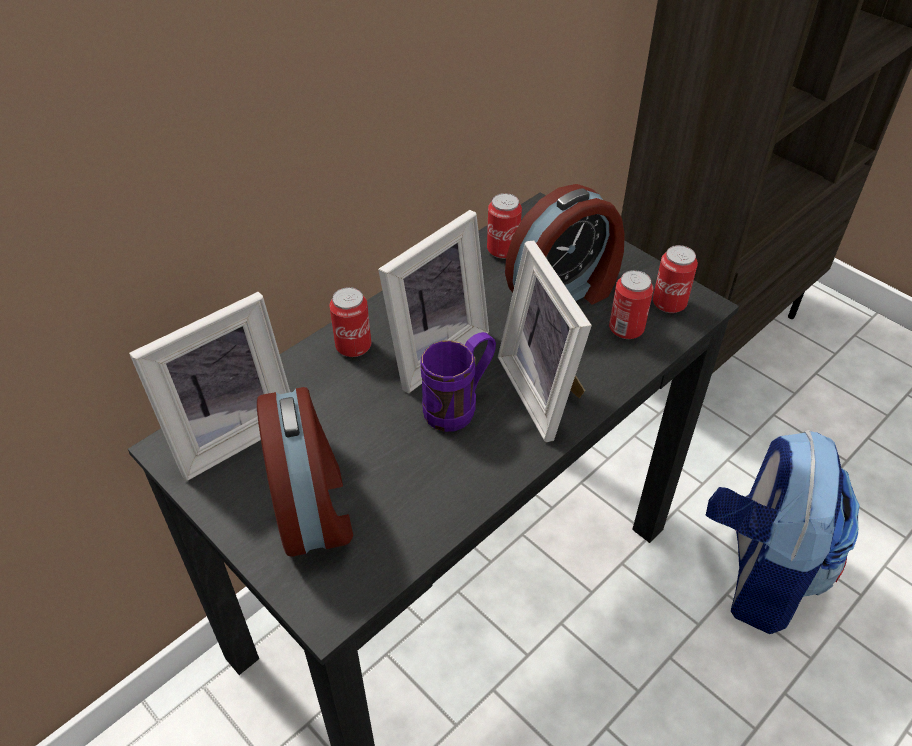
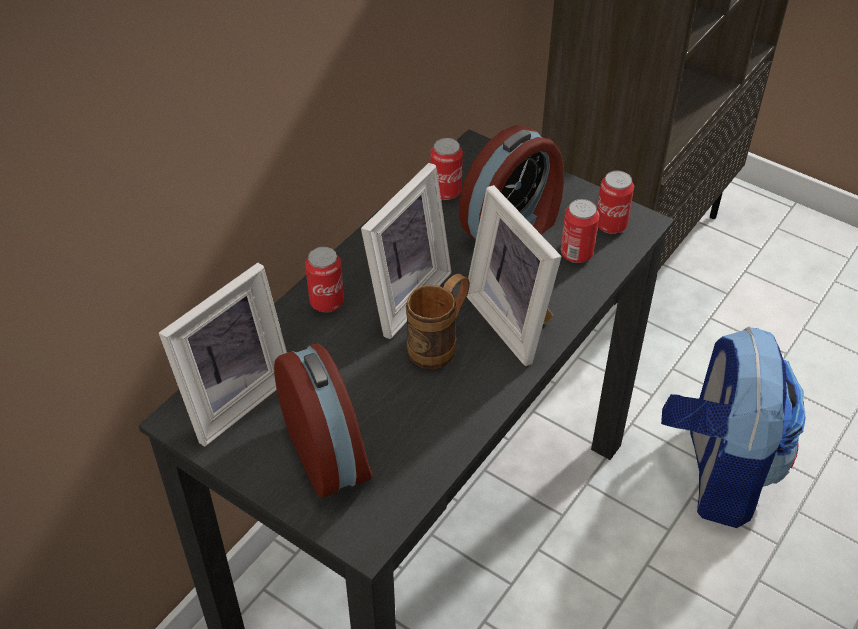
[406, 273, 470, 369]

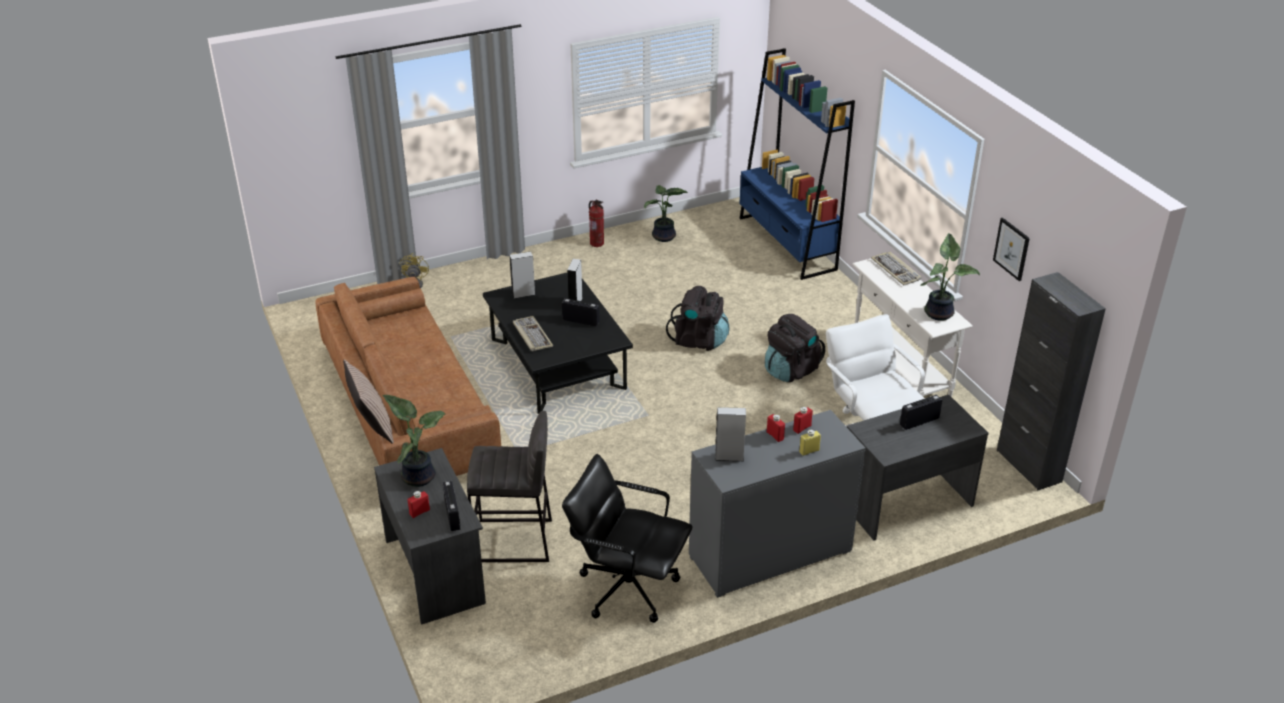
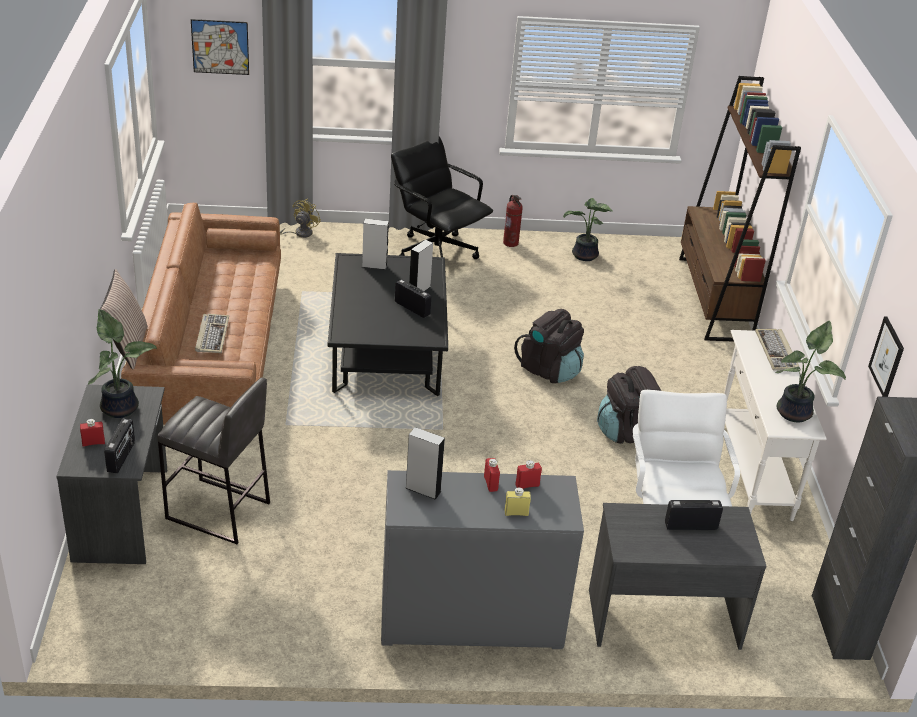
[195, 314, 229, 353]
[391, 136, 493, 273]
[679, 76, 801, 342]
[191, 19, 249, 75]

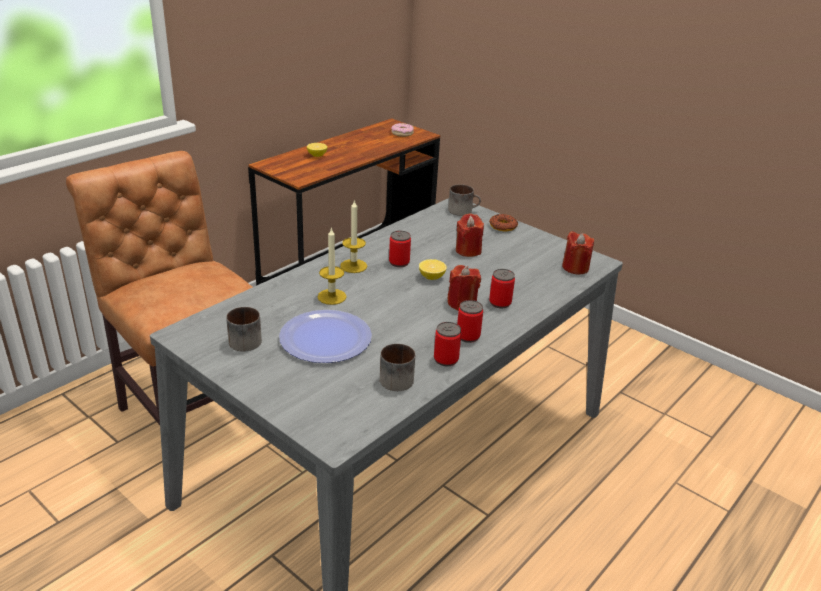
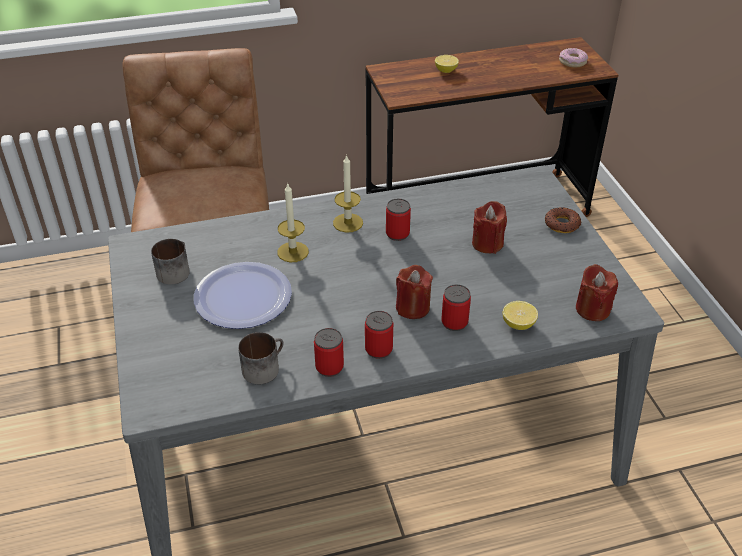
[503, 301, 538, 330]
[448, 184, 481, 216] (first image)

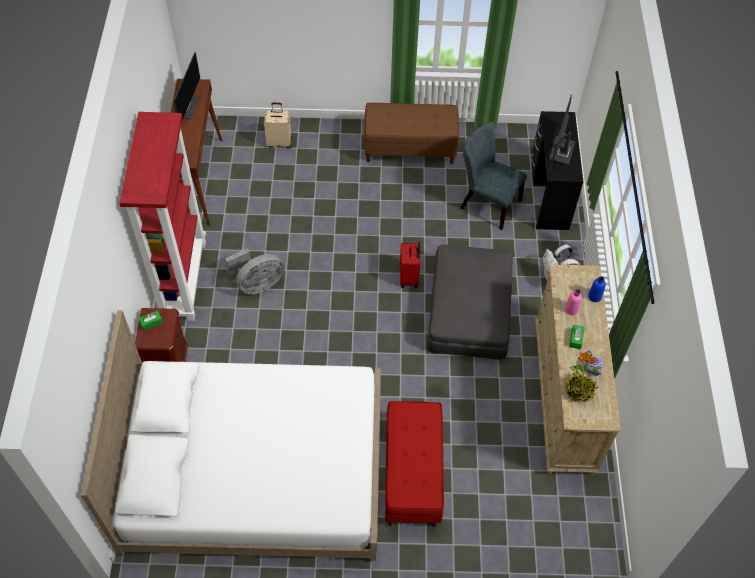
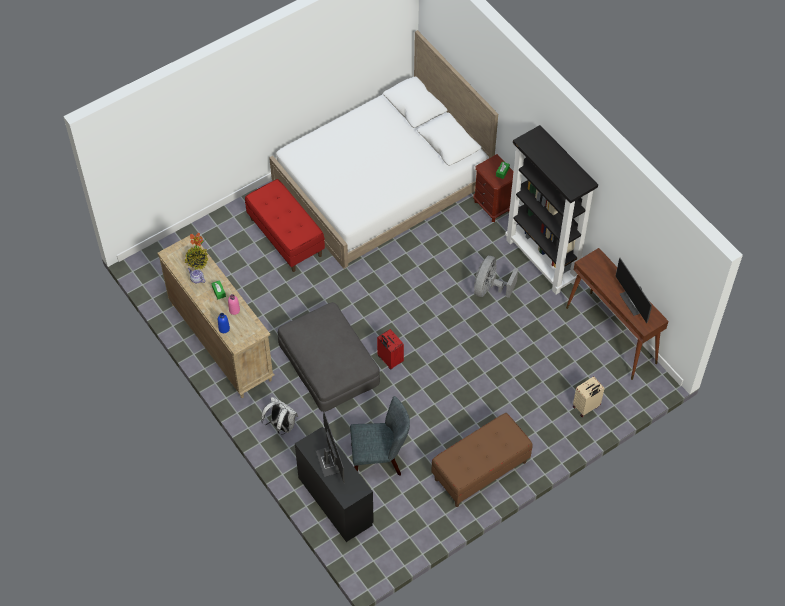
[505, 125, 598, 294]

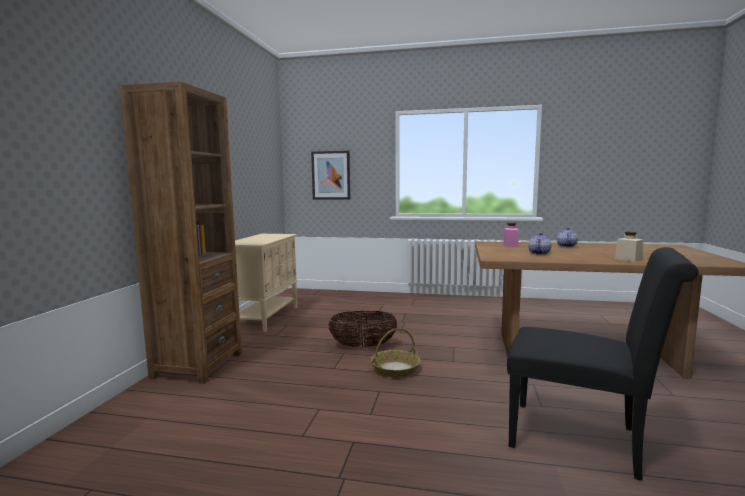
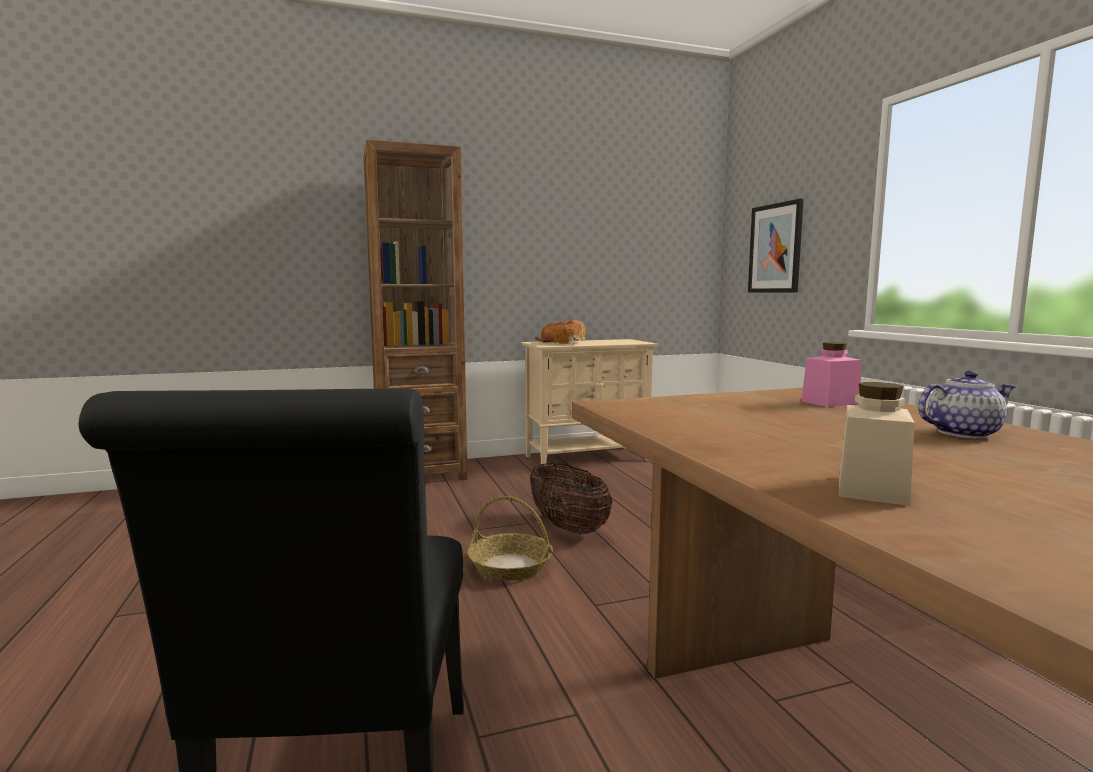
[528, 233, 551, 255] (first image)
[535, 320, 586, 344]

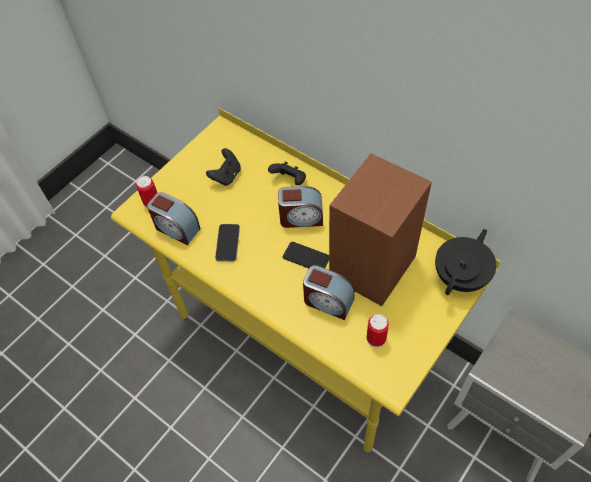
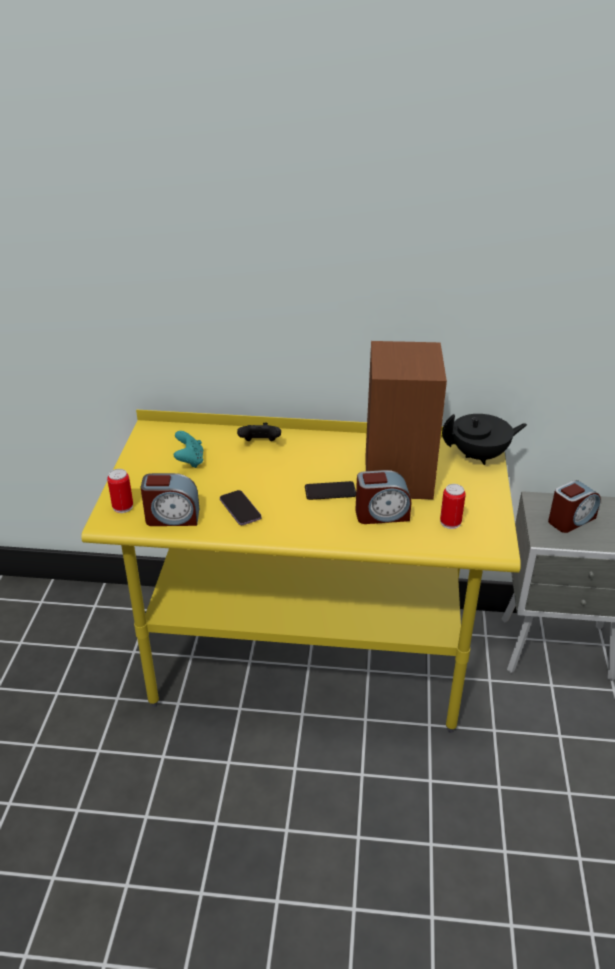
[173, 431, 203, 468]
[548, 480, 601, 533]
[442, 414, 527, 465]

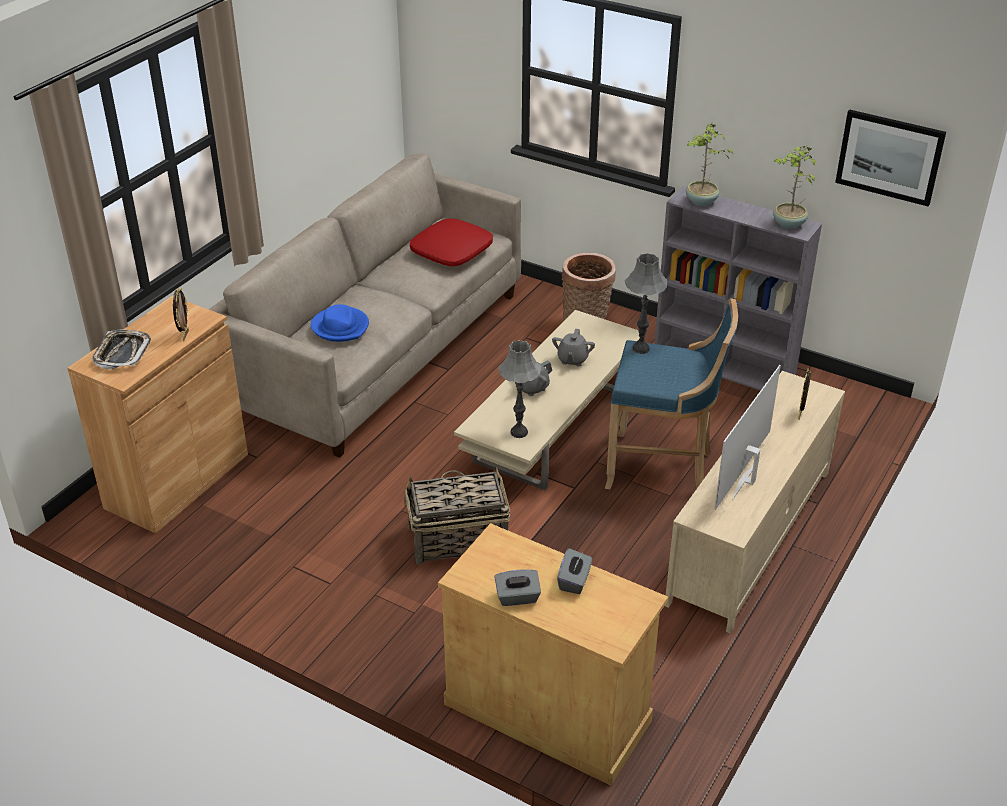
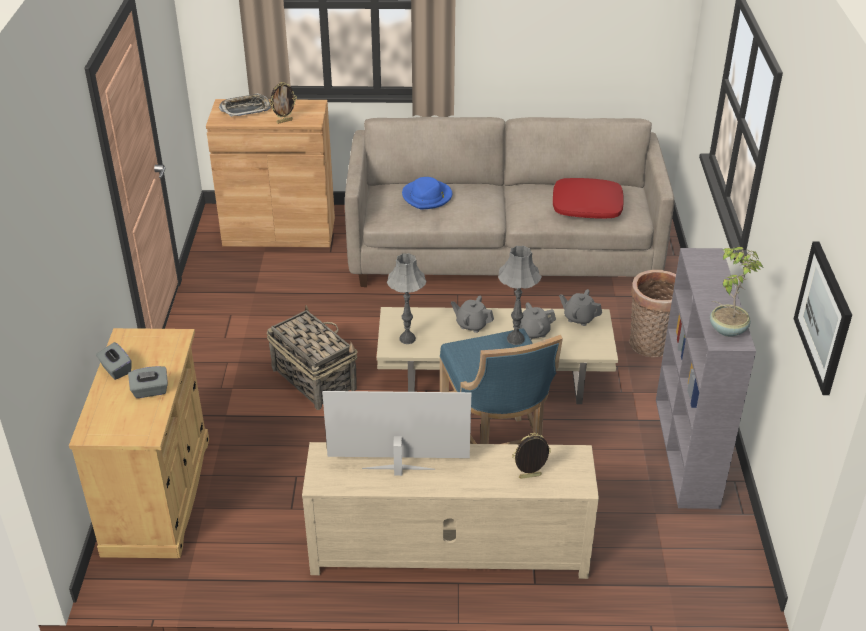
[686, 123, 734, 206] (first image)
[559, 289, 602, 326]

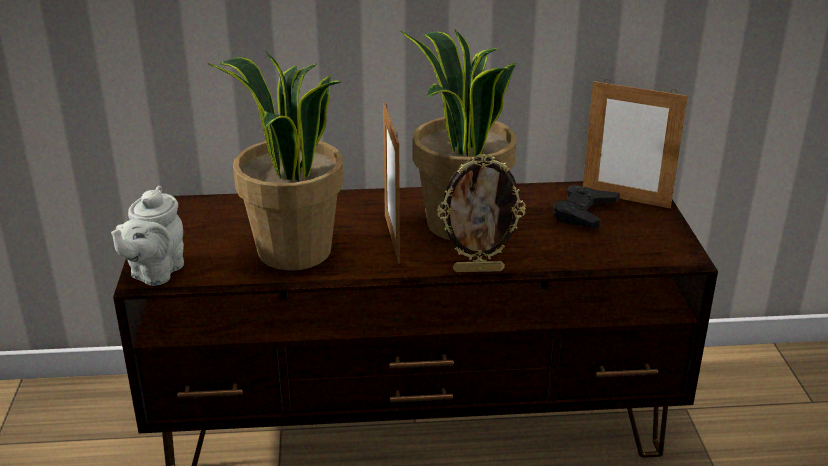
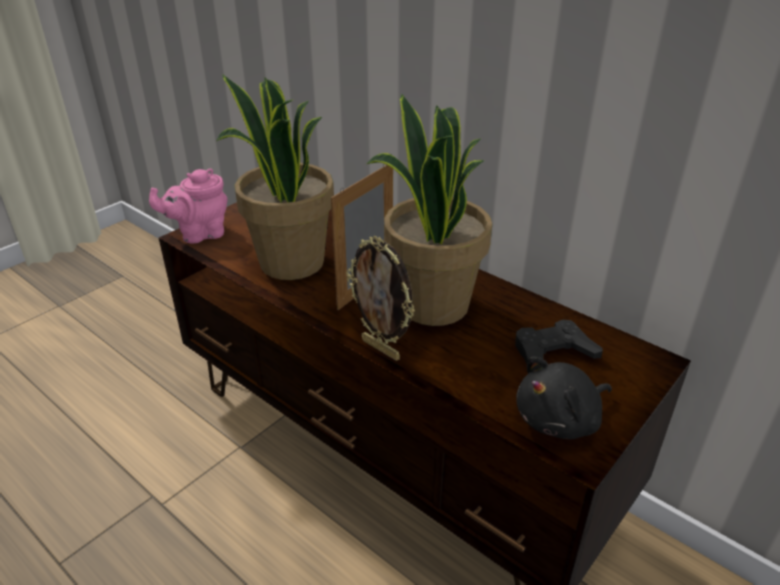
[149, 169, 228, 243]
[583, 79, 688, 209] (first image)
[516, 356, 612, 439]

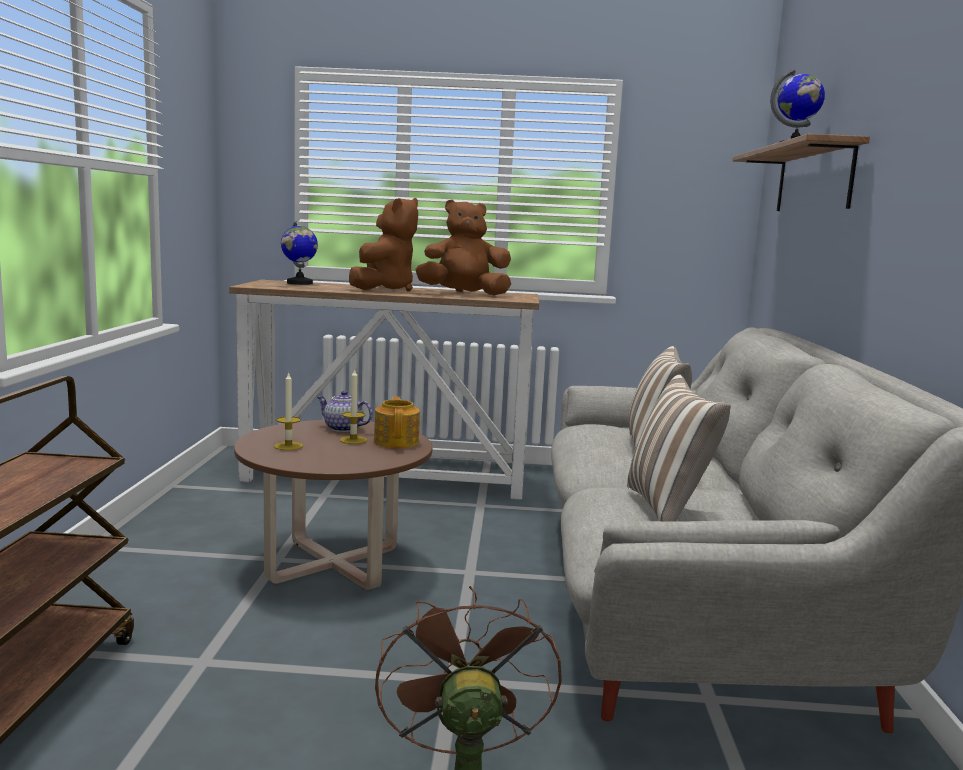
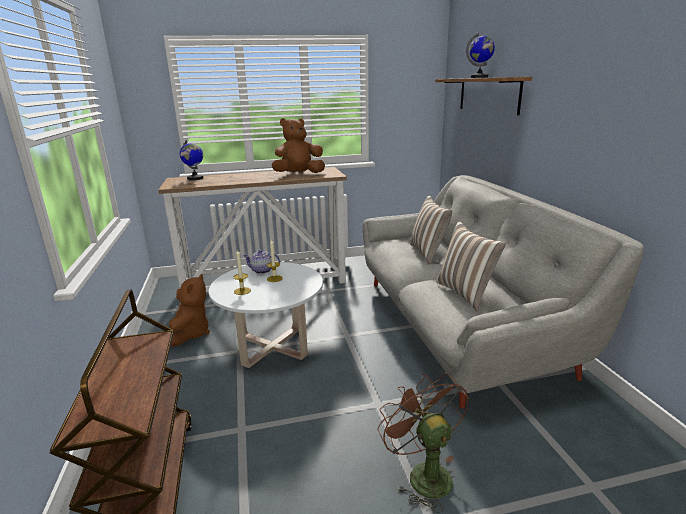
[209, 262, 323, 368]
[169, 274, 210, 347]
[374, 396, 420, 448] (first image)

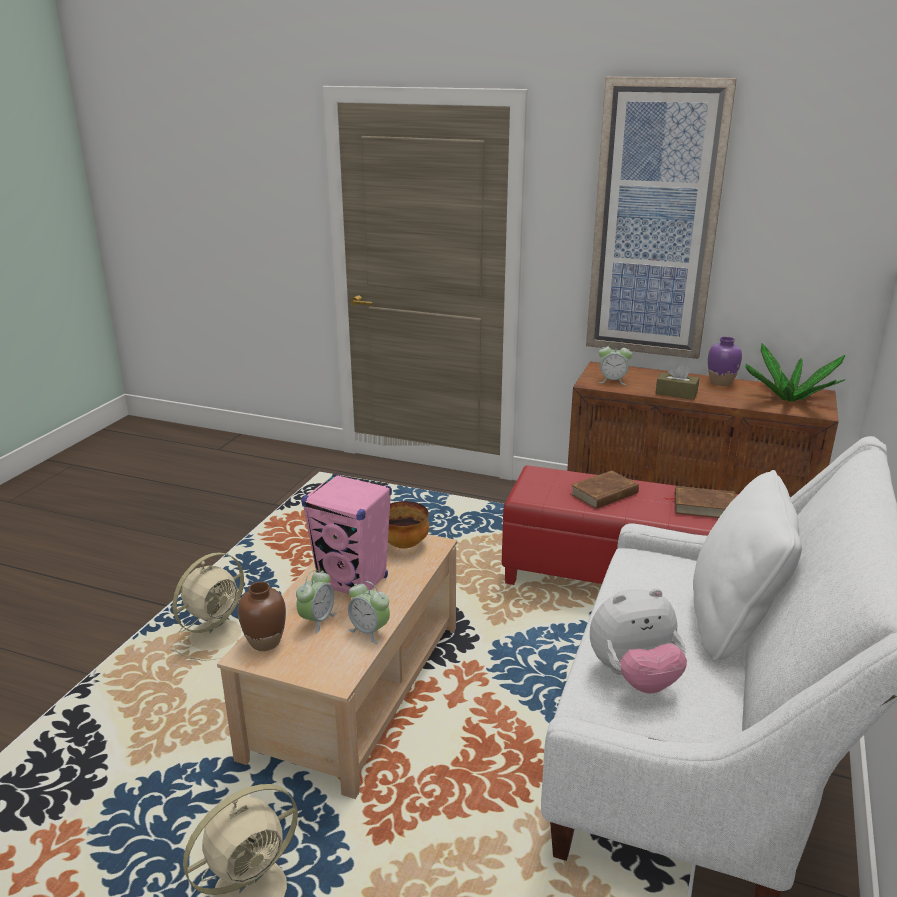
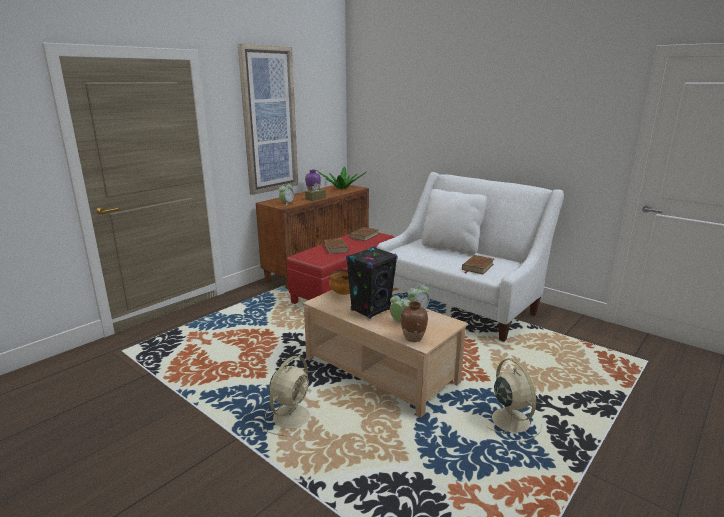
[264, 356, 310, 436]
[346, 247, 397, 319]
[462, 255, 494, 274]

